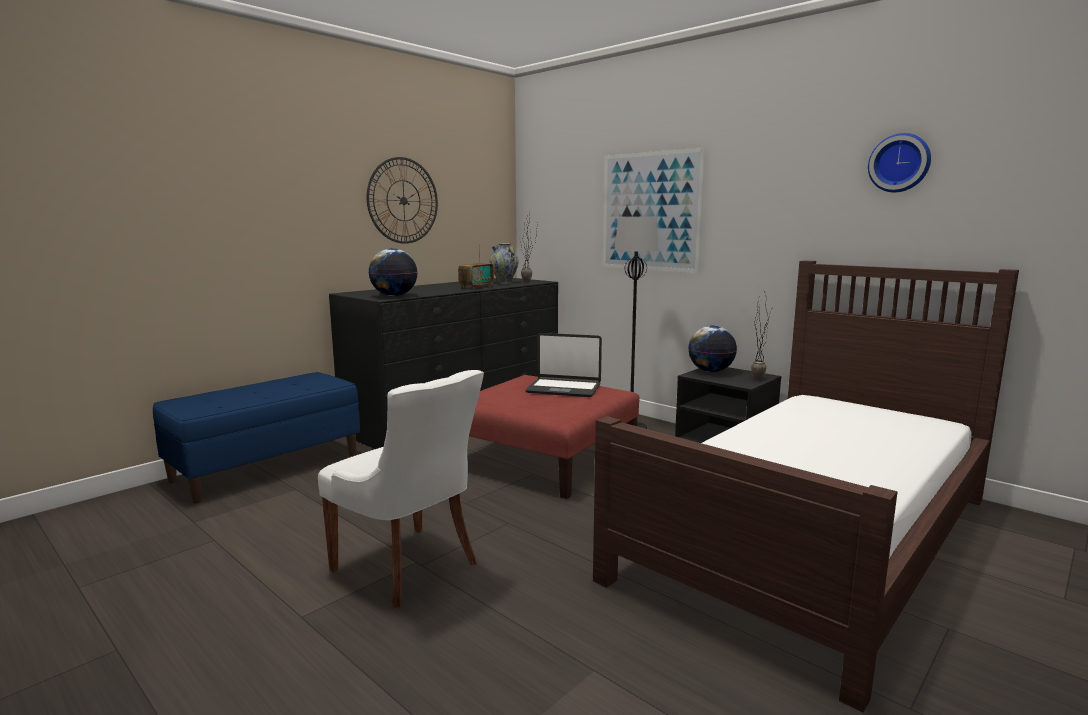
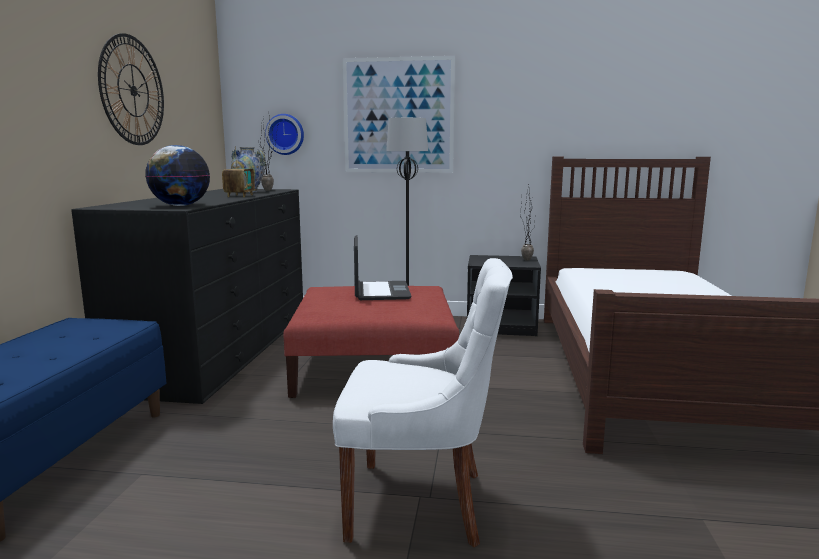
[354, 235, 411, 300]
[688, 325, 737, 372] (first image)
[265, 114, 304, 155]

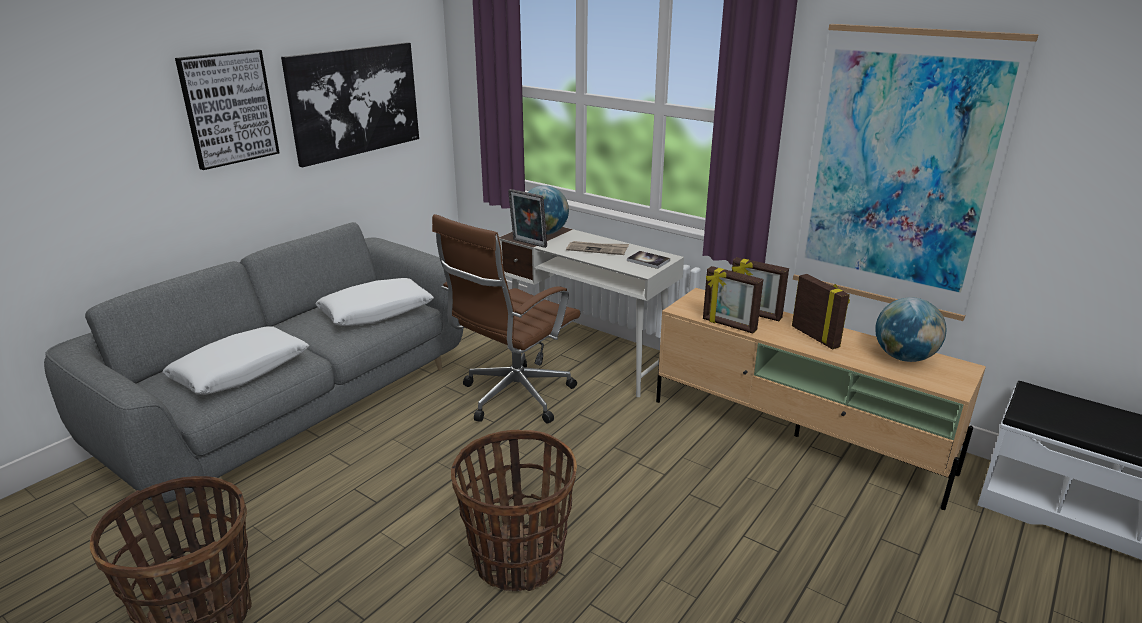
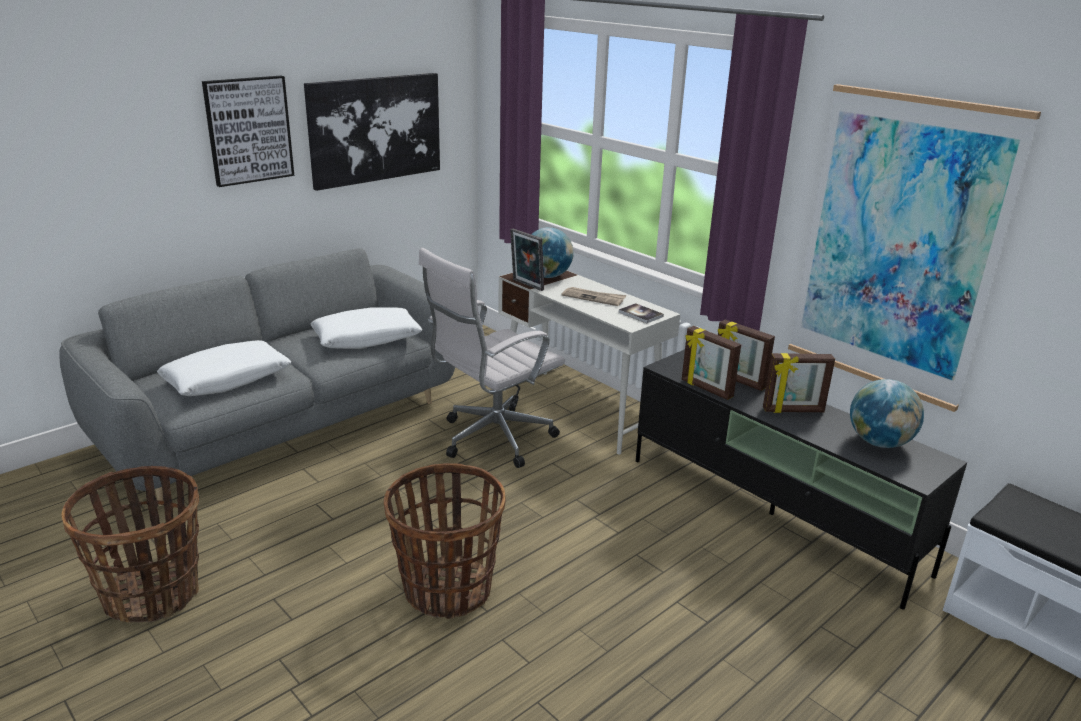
[418, 248, 565, 468]
[636, 349, 967, 610]
[763, 353, 835, 413]

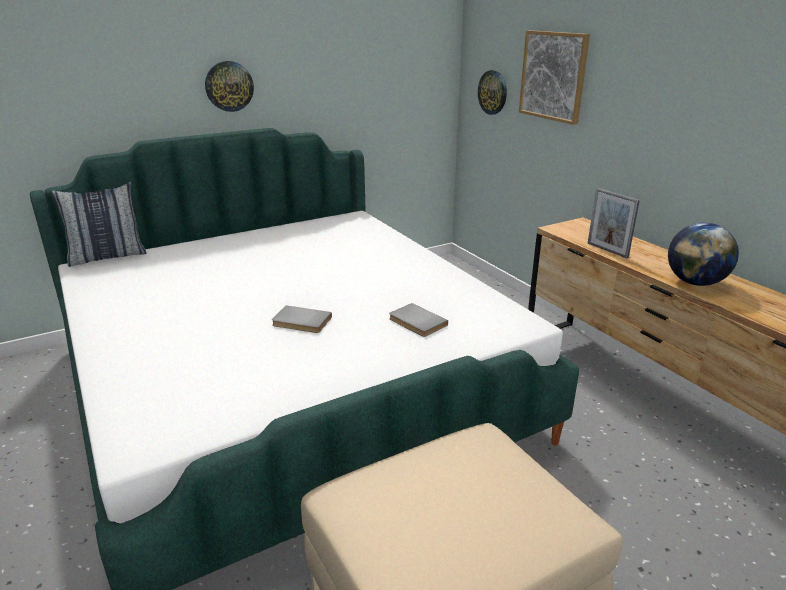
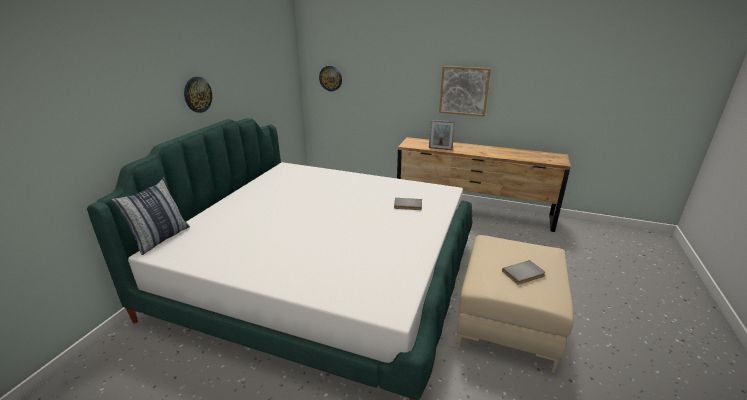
[502, 260, 546, 284]
[439, 66, 491, 116]
[668, 223, 739, 286] (first image)

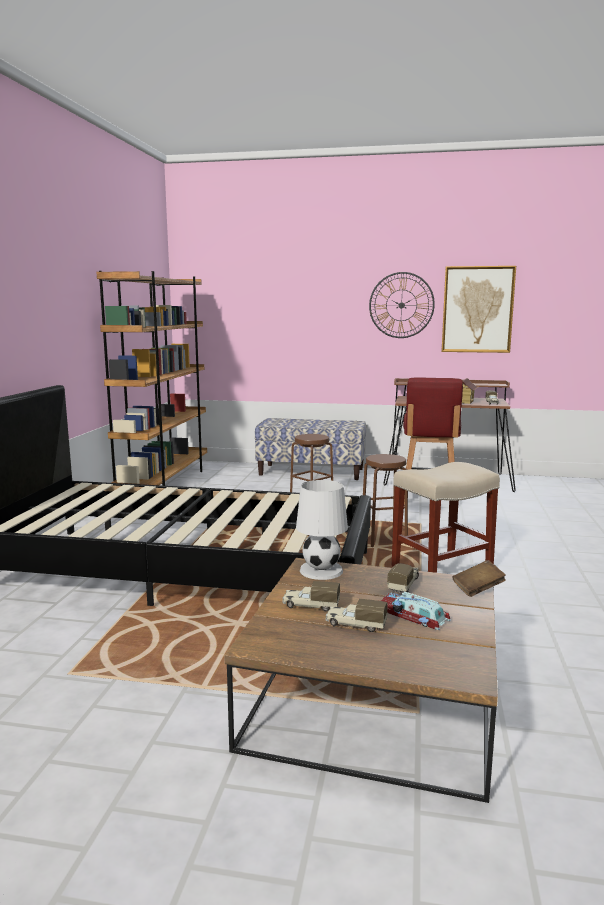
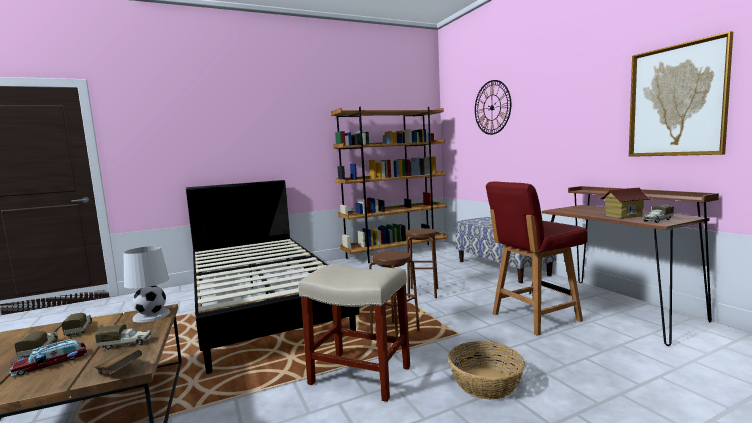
[475, 80, 511, 135]
[9, 339, 88, 377]
[448, 341, 525, 400]

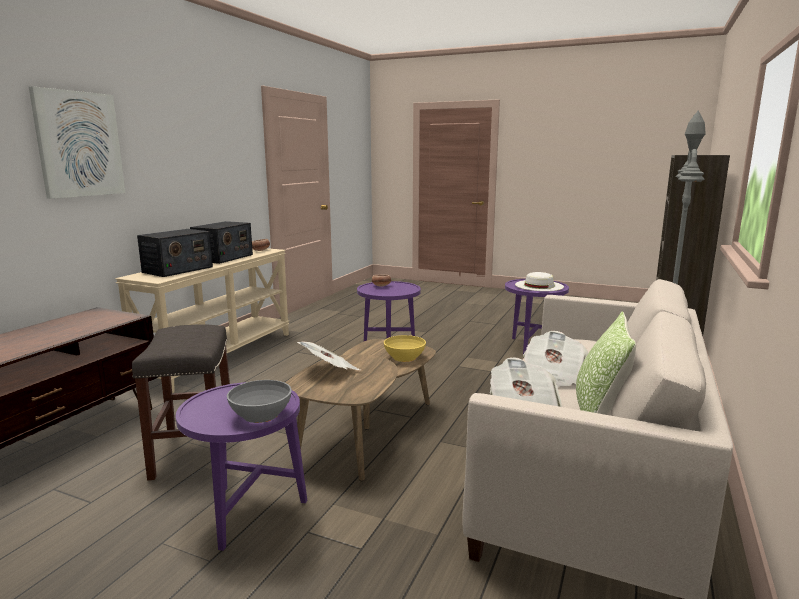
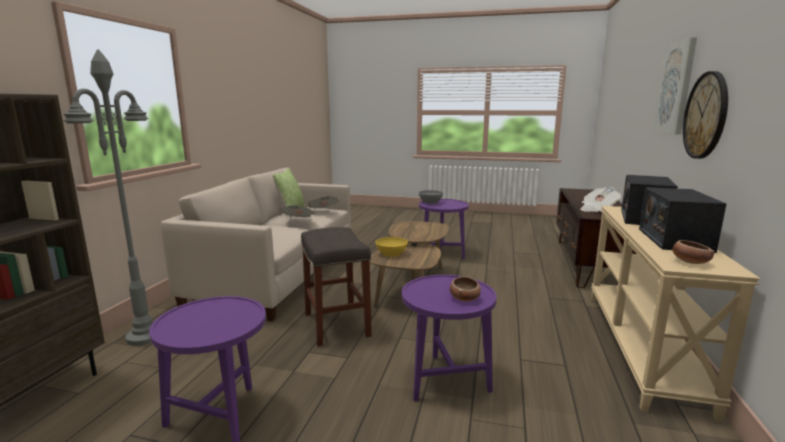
[301, 227, 372, 346]
[580, 187, 621, 212]
[515, 272, 564, 291] (first image)
[683, 71, 728, 159]

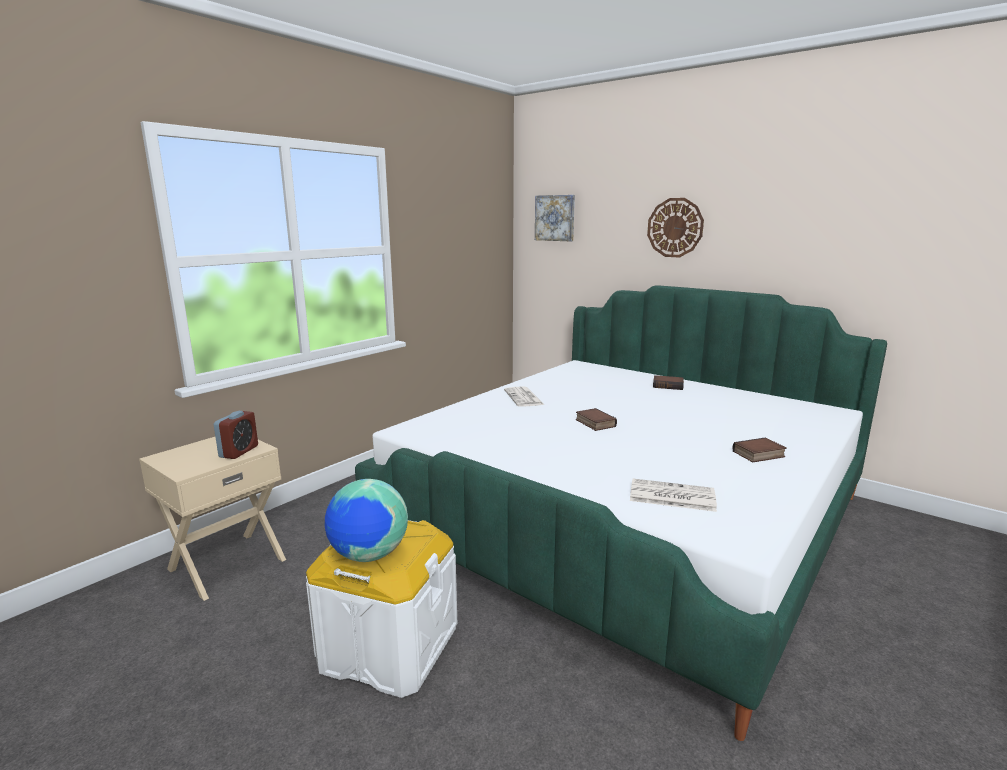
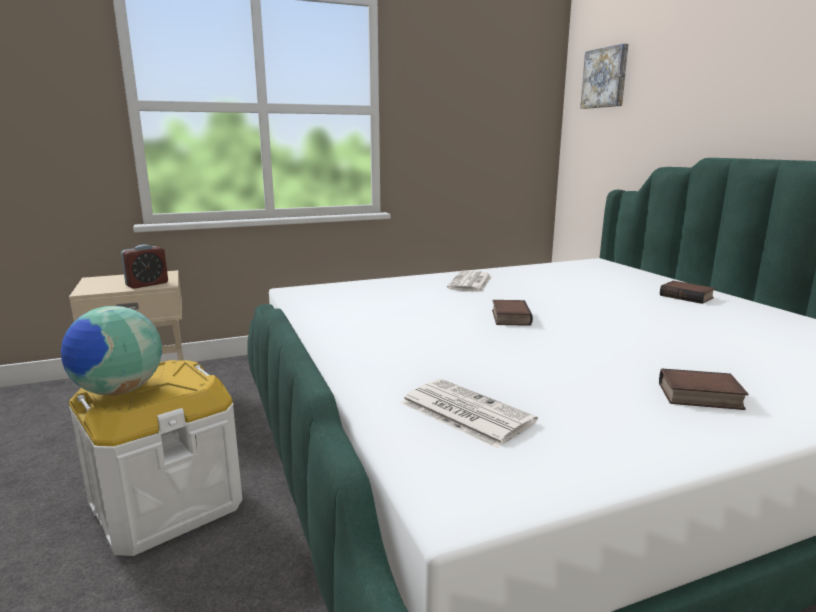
[647, 198, 704, 258] (first image)

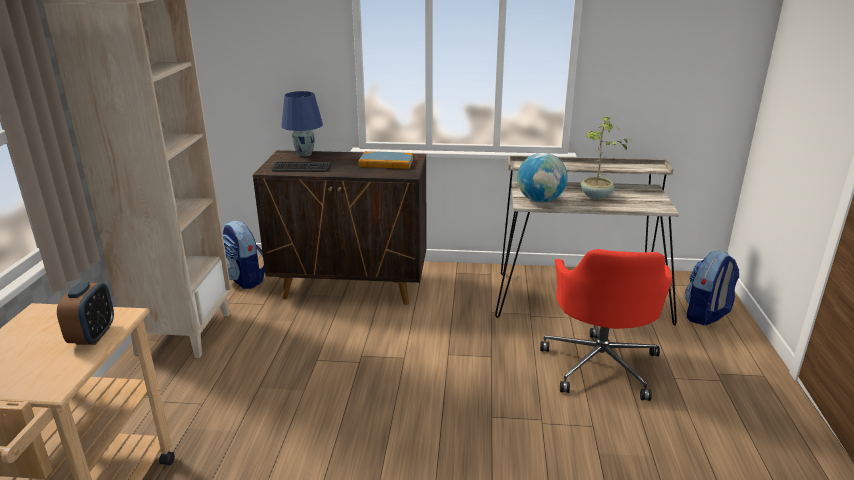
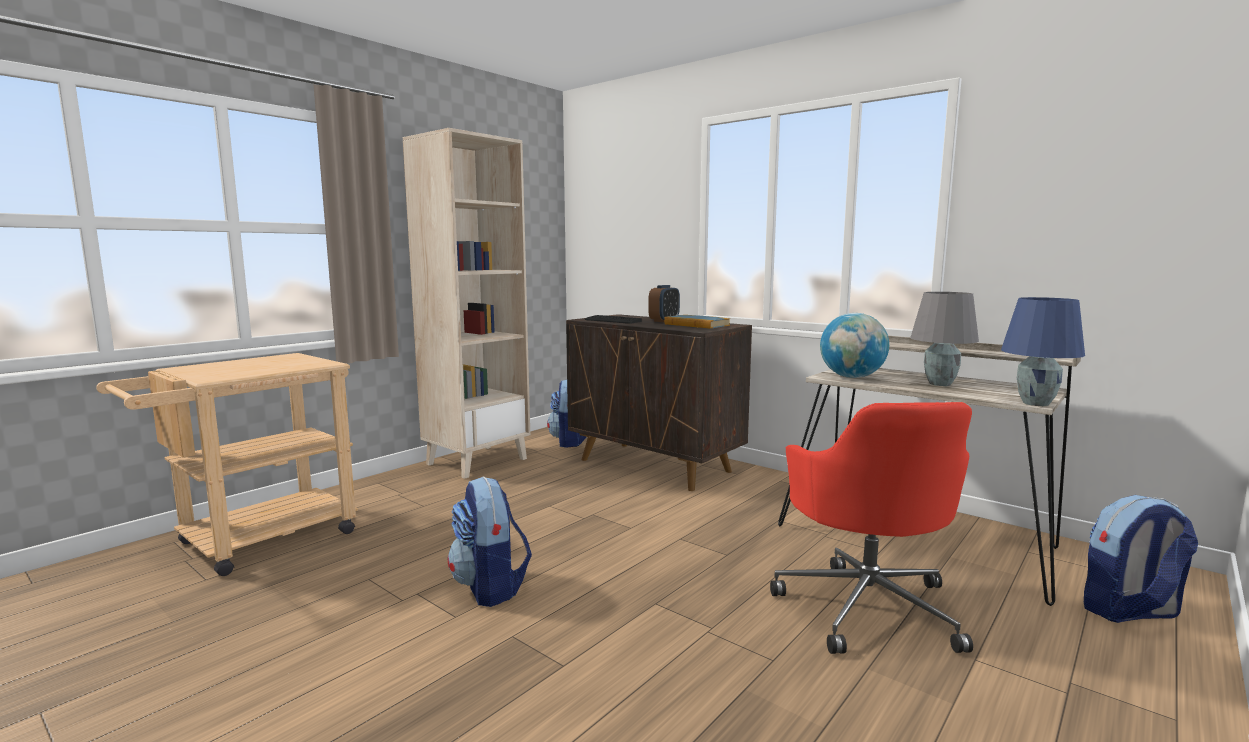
[648, 285, 680, 322]
[1001, 297, 1085, 406]
[770, 402, 973, 654]
[910, 292, 979, 386]
[448, 476, 532, 607]

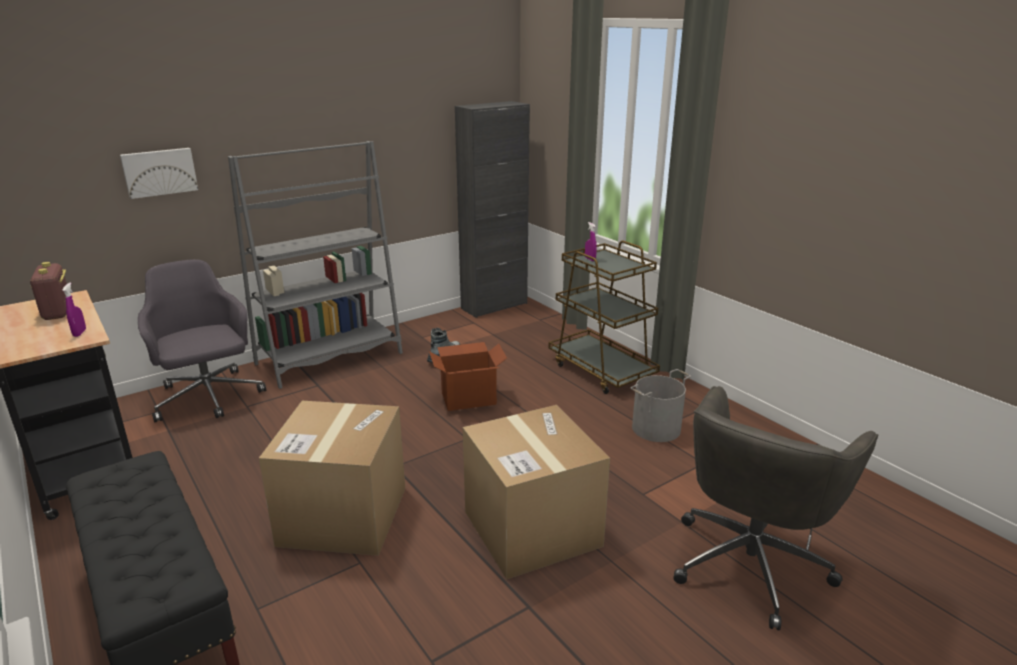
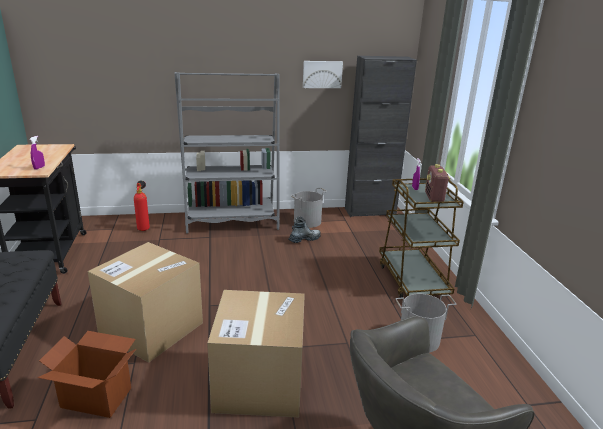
[425, 164, 451, 202]
[303, 61, 343, 88]
[134, 180, 150, 231]
[37, 331, 136, 418]
[290, 188, 327, 228]

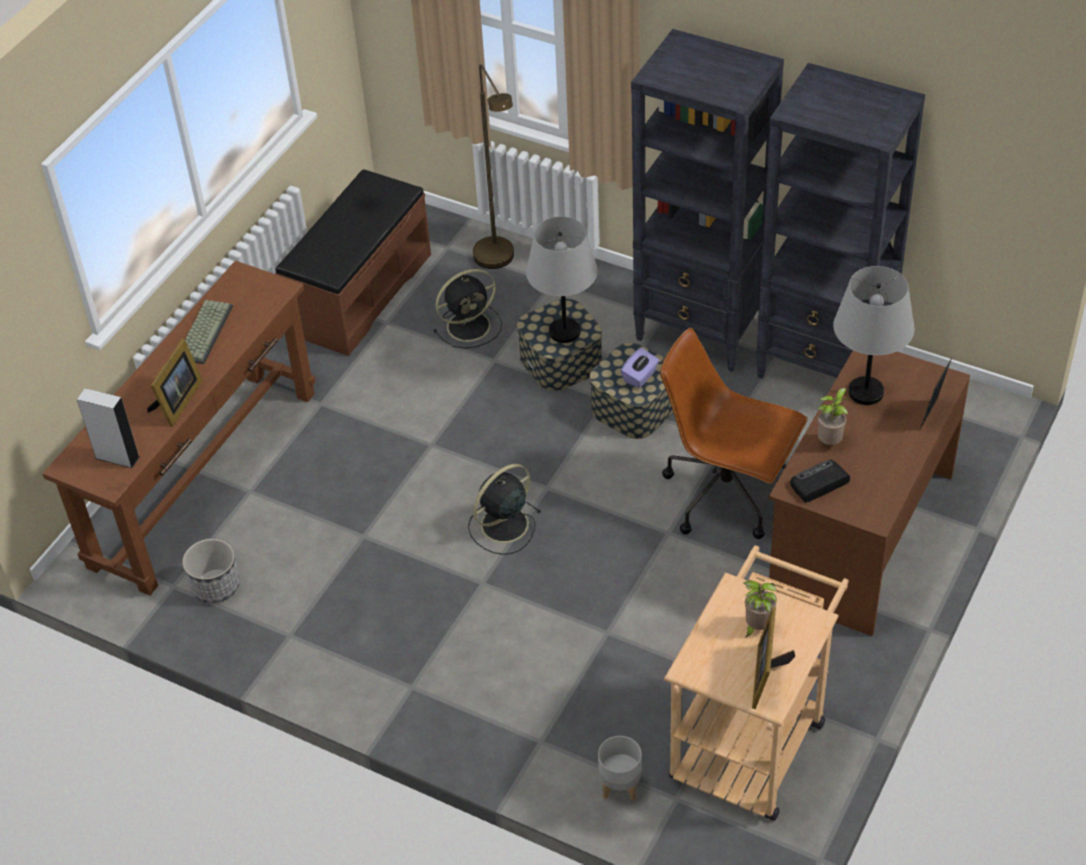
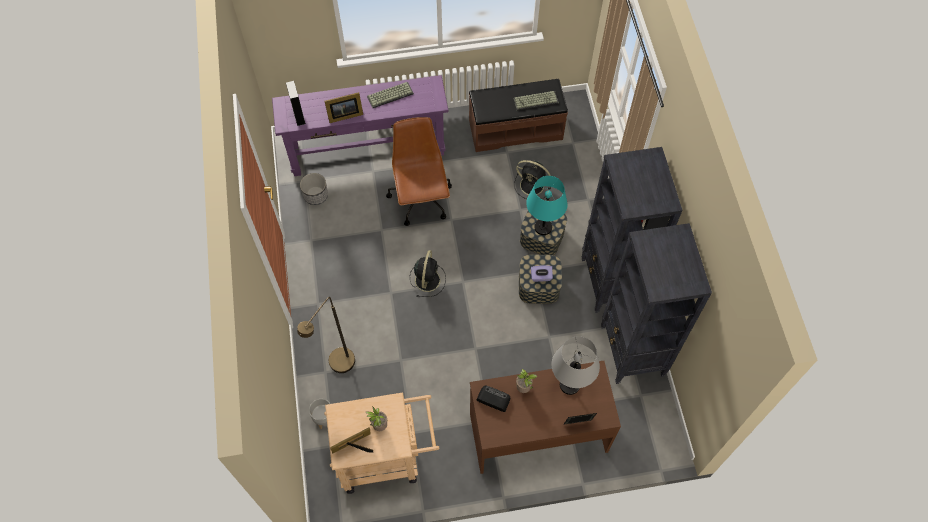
[272, 75, 448, 176]
[410, 250, 446, 297]
[297, 297, 355, 373]
[526, 176, 568, 235]
[386, 117, 452, 226]
[514, 91, 559, 111]

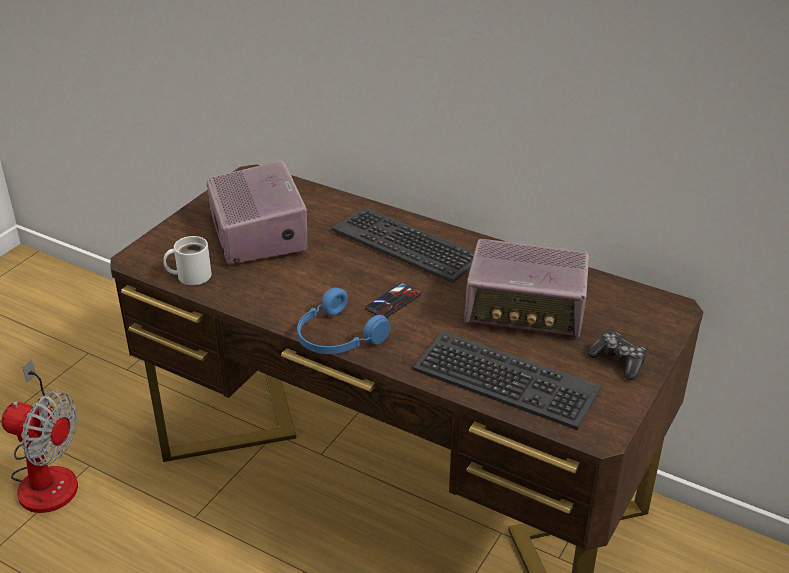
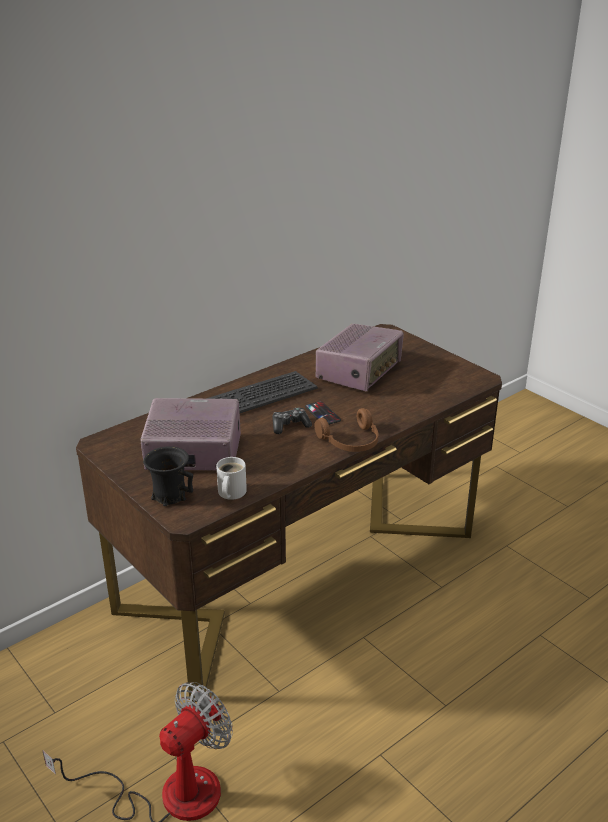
[315, 408, 378, 452]
[412, 331, 602, 430] (first image)
[272, 408, 312, 434]
[143, 446, 193, 506]

